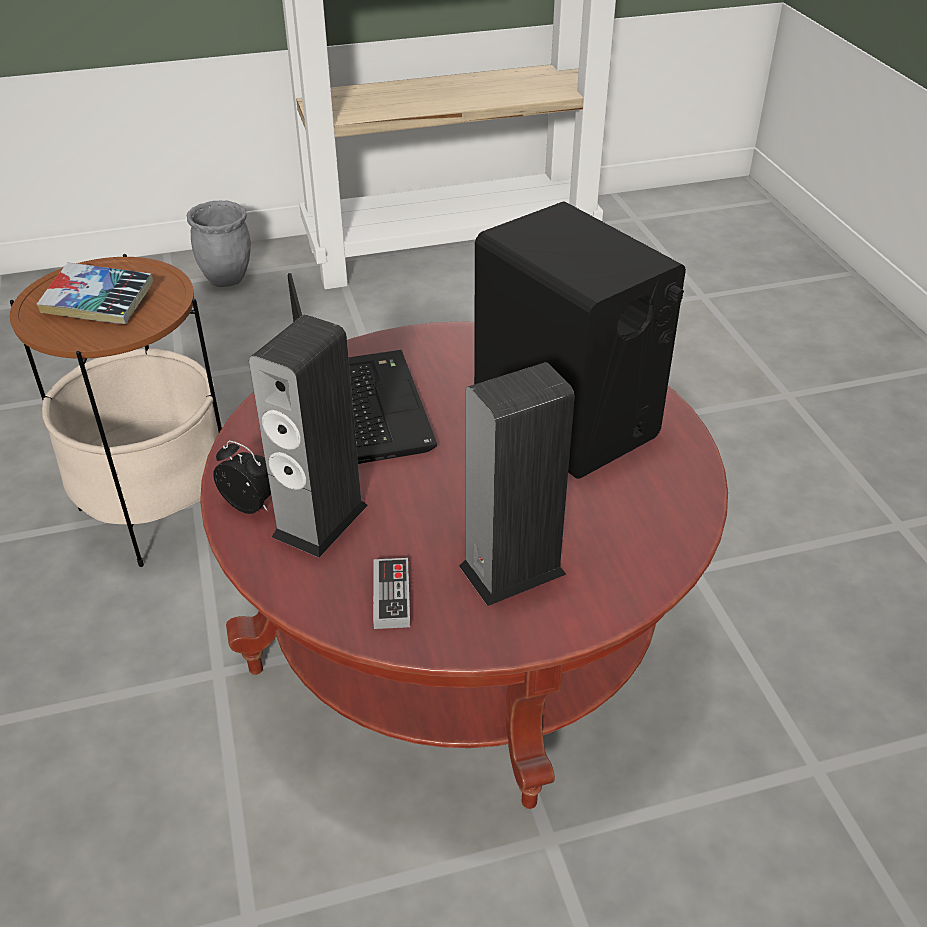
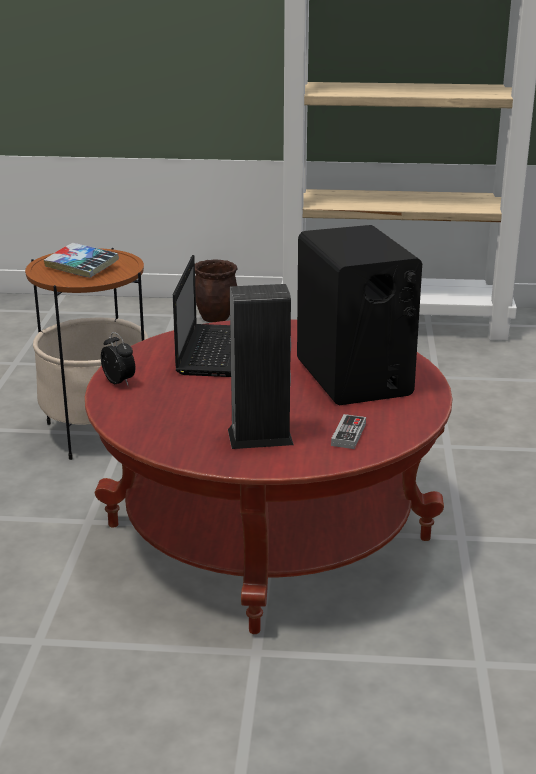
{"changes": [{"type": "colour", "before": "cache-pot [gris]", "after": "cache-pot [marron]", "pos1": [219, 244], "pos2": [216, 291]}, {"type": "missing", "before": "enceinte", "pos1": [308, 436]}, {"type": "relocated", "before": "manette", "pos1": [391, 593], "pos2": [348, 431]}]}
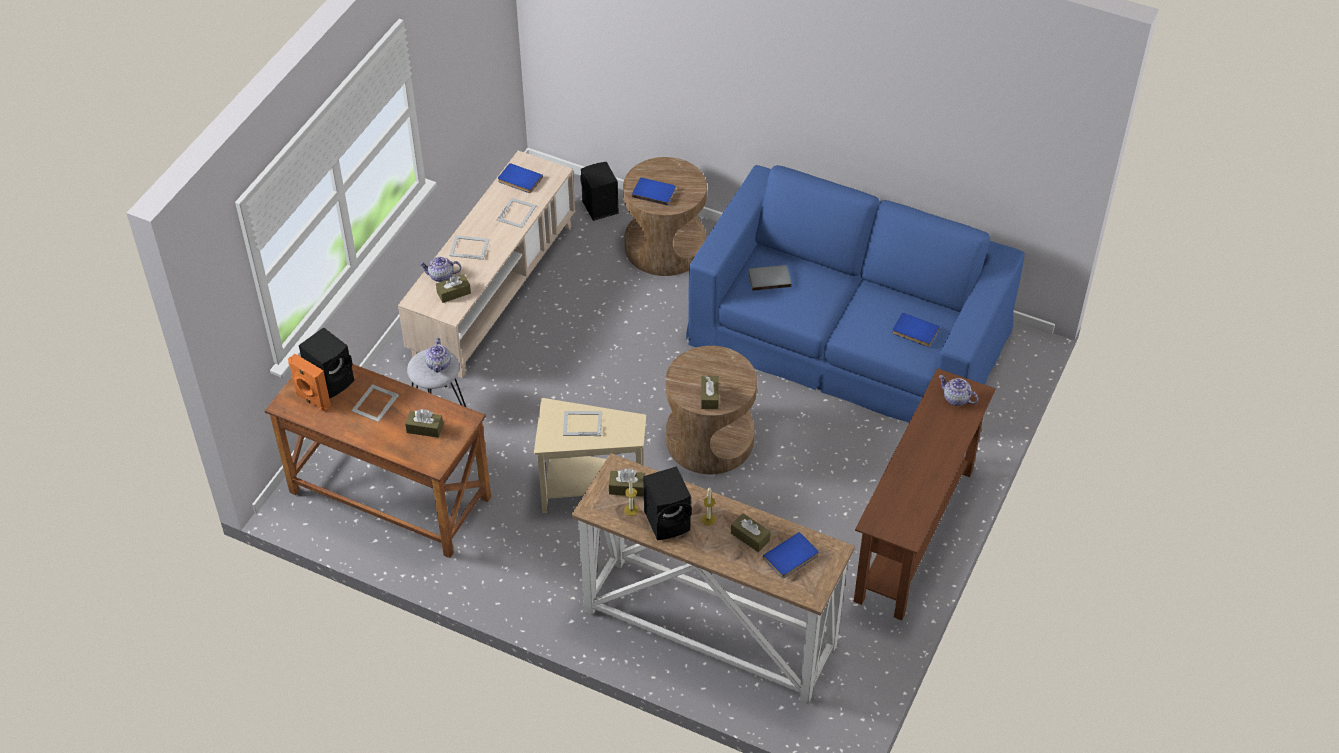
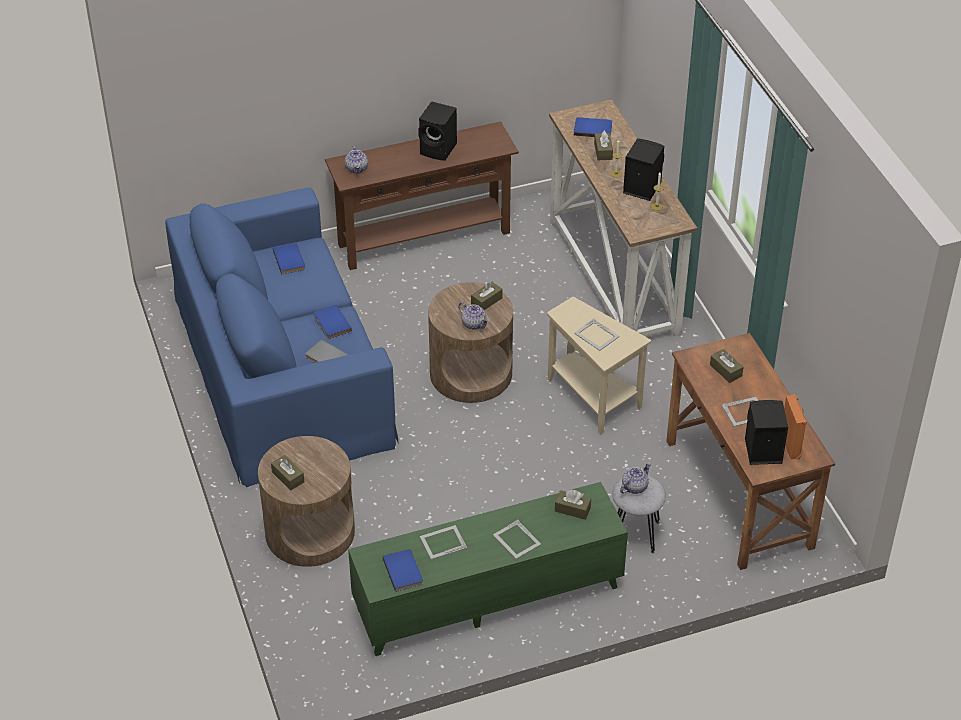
{"changes": [{"type": "colour", "before": "meuble télé [beige]", "after": "meuble télé [vert]", "pos1": [486, 264], "pos2": [488, 569]}, {"type": "relocated", "before": "enceinte [noir]", "pos1": [599, 191], "pos2": [437, 131]}, {"type": "relocated", "before": "livre [bleu]", "pos1": [654, 192], "pos2": [332, 322]}, {"type": "relocated", "before": "théière", "pos1": [440, 269], "pos2": [473, 316]}, {"type": "relocated", "before": "boîte à mouchoirs [marron]", "pos1": [626, 483], "pos2": [287, 472]}]}
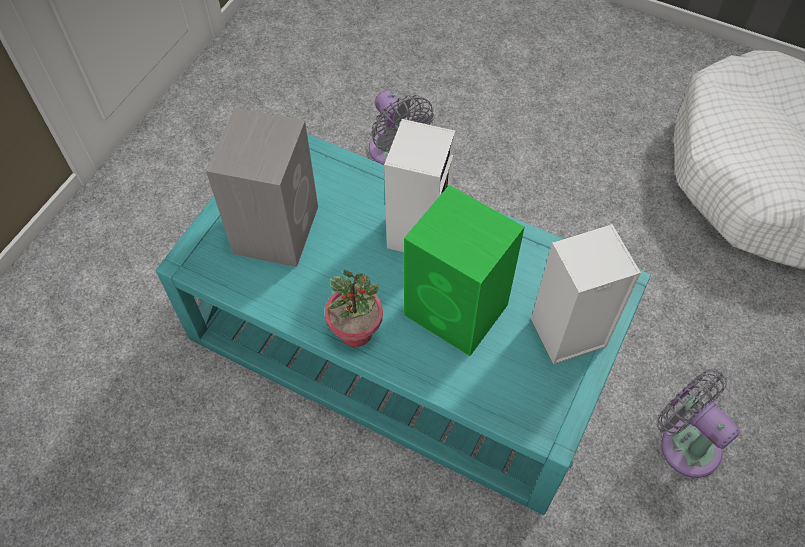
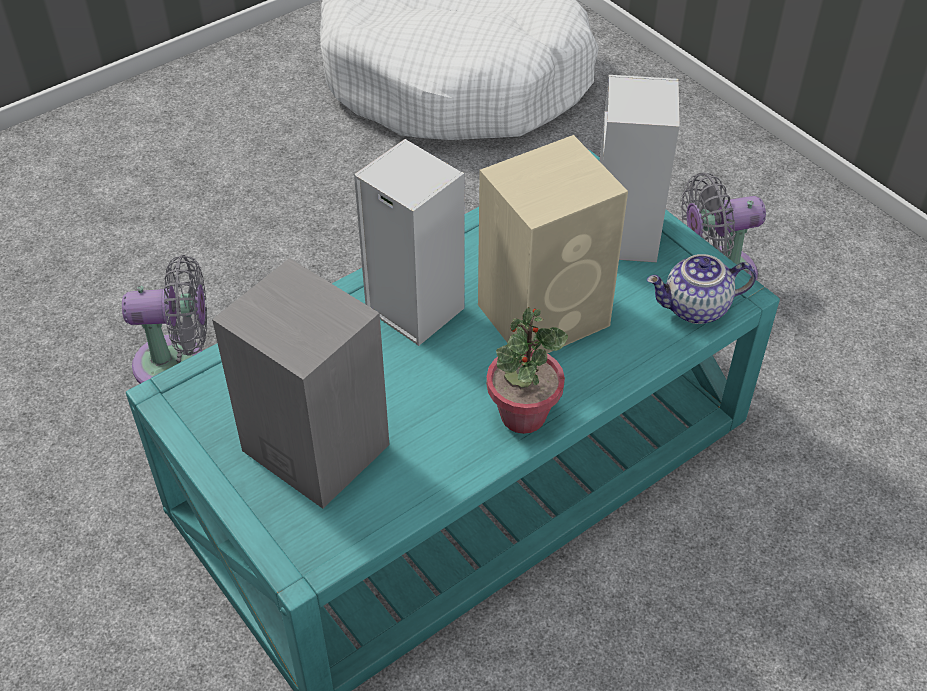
{"changes": [{"type": "colour", "before": "enceinte [vert]", "after": "enceinte [beige]", "pos1": [464, 270], "pos2": [553, 244]}, {"type": "appeared", "after": "théière", "pos2": [701, 289]}]}
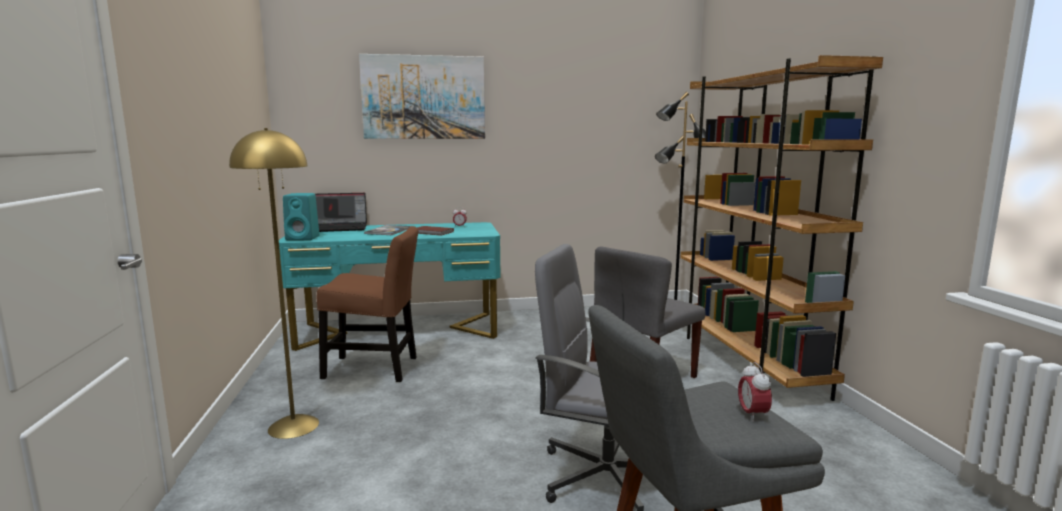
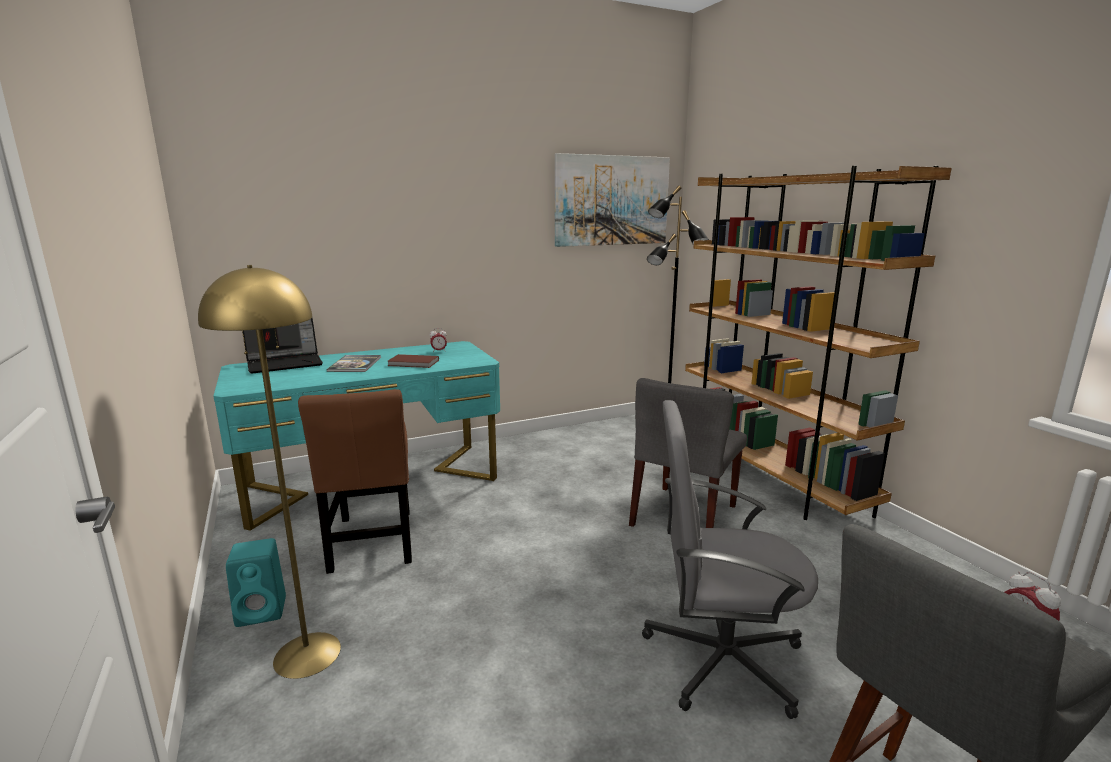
{"changes": [{"type": "relocated", "before": "tableau", "pos1": [422, 96], "pos2": [612, 200]}, {"type": "relocated", "before": "enceinte [turquoise]", "pos1": [301, 216], "pos2": [256, 582]}, {"type": "spun", "before": "chaise [marron]", "pos1": [368, 304], "pos2": [355, 481], "turn": 90}]}
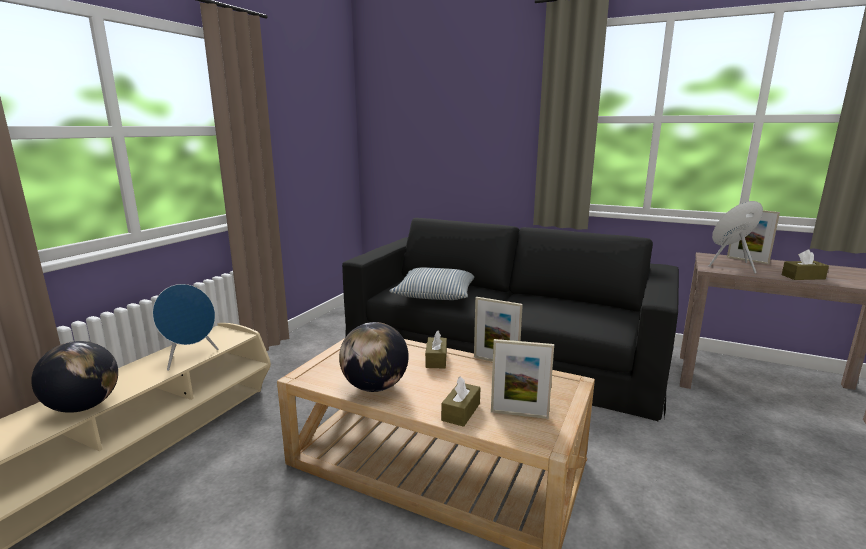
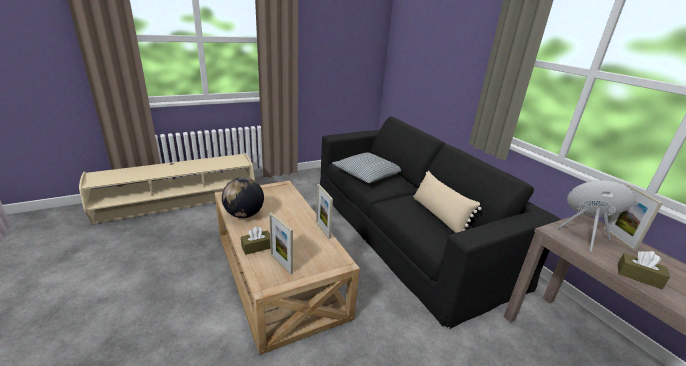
{"changes": [{"type": "missing", "before": "enceinte [bleu]", "pos1": [185, 327]}, {"type": "missing", "before": "boîte à mouchoirs [marron]", "pos1": [436, 349]}, {"type": "missing", "before": "globe", "pos1": [74, 377]}, {"type": "appeared", "after": "coussin [beige]", "pos2": [447, 202]}]}
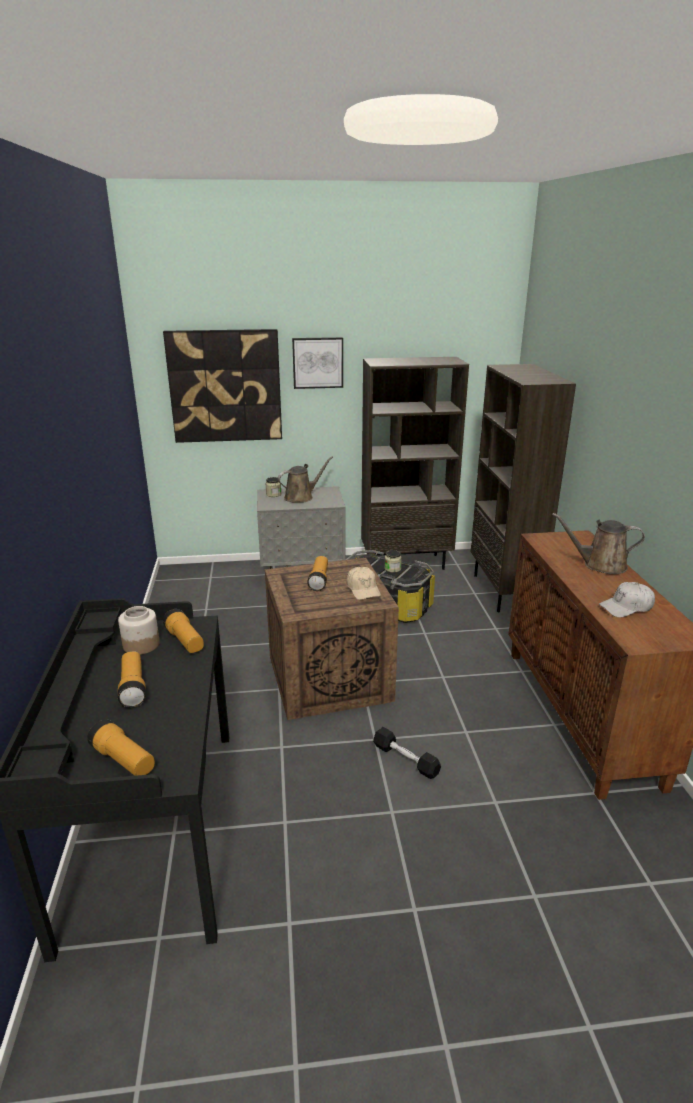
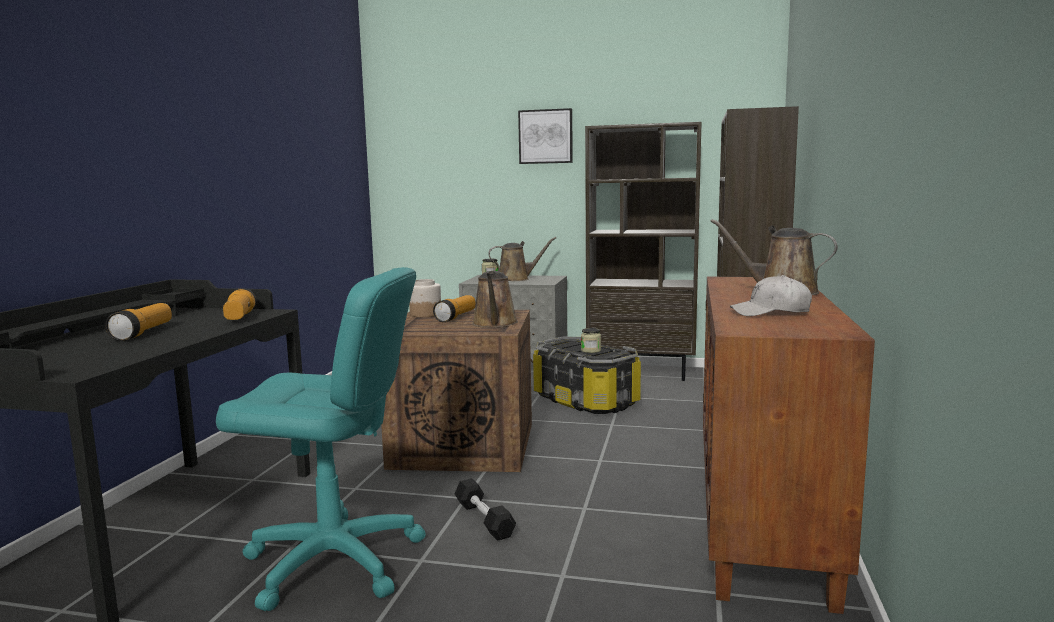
{"changes": [{"type": "missing", "before": "tableau", "pos1": [222, 386]}, {"type": "exchanged", "before": "casquette [beige]", "after": "arrosoir [marron]", "pos1": [364, 583], "pos2": [495, 299]}, {"type": "relocated", "before": "bocal", "pos1": [139, 630], "pos2": [425, 298]}, {"type": "missing", "before": "lampe de poche", "pos1": [121, 747]}, {"type": "appeared", "after": "chaise de bureau [turquoise]", "pos2": [321, 439]}]}
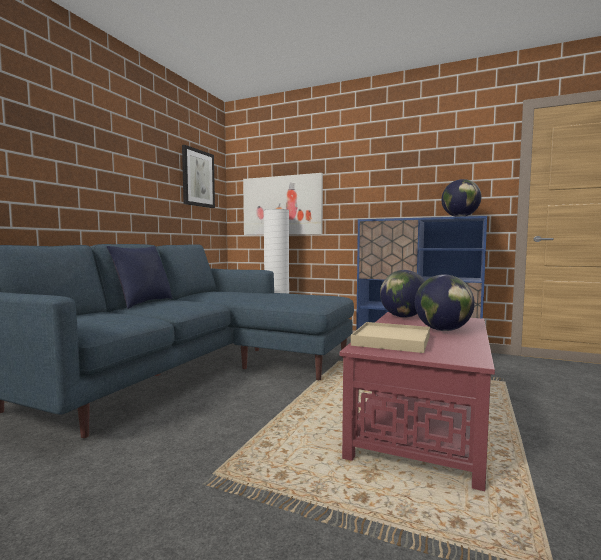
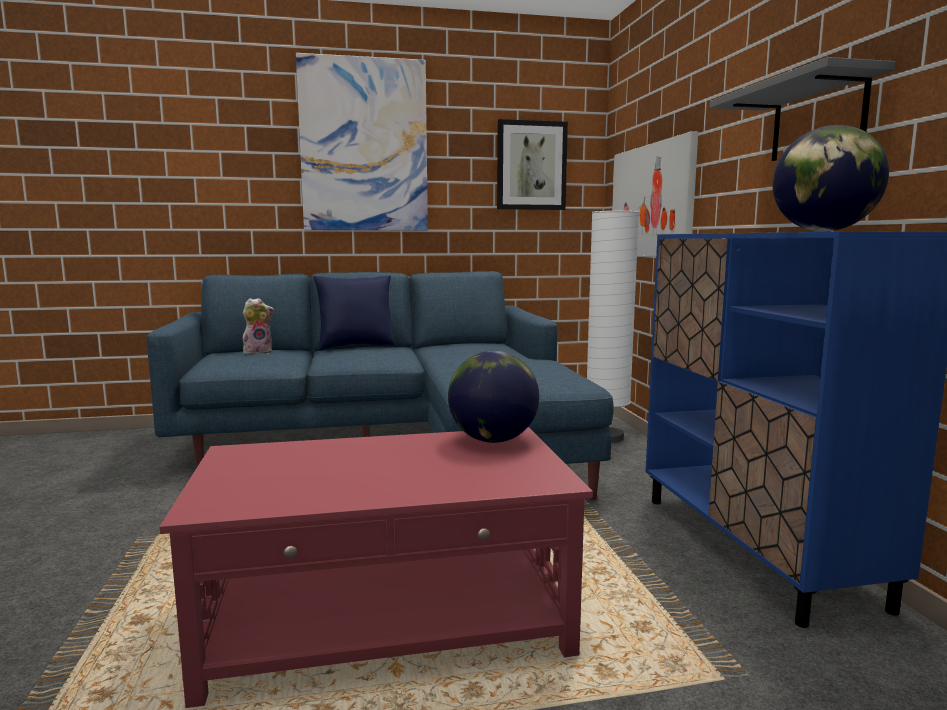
{"changes": [{"type": "missing", "before": "globe", "pos1": [445, 302]}, {"type": "missing", "before": "plateau [beige]", "pos1": [390, 337]}, {"type": "appeared", "after": "tableau", "pos2": [362, 141]}, {"type": "appeared", "after": "étagère [gris]", "pos2": [802, 109]}, {"type": "appeared", "after": "peluche", "pos2": [258, 326]}]}
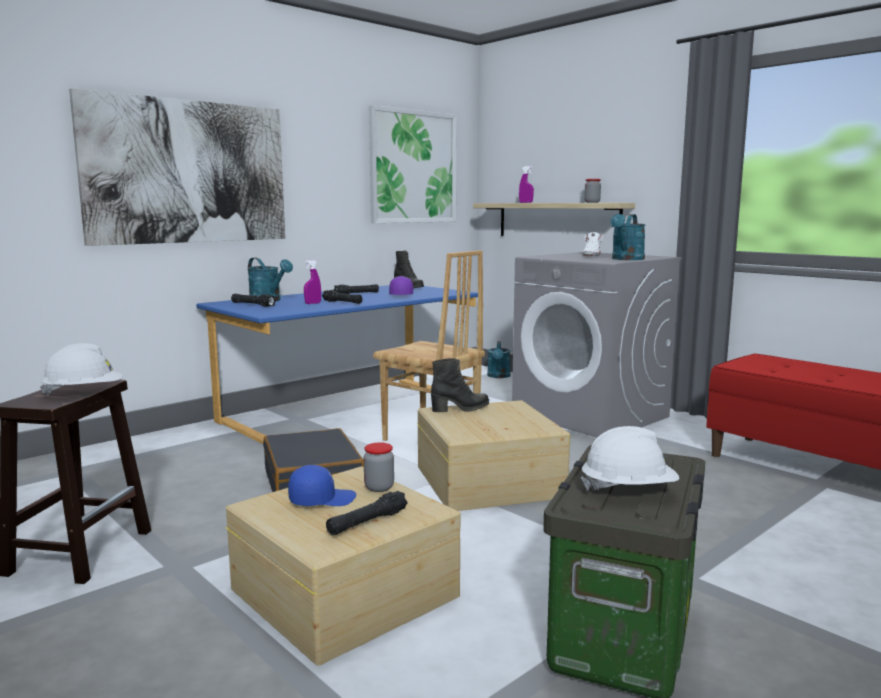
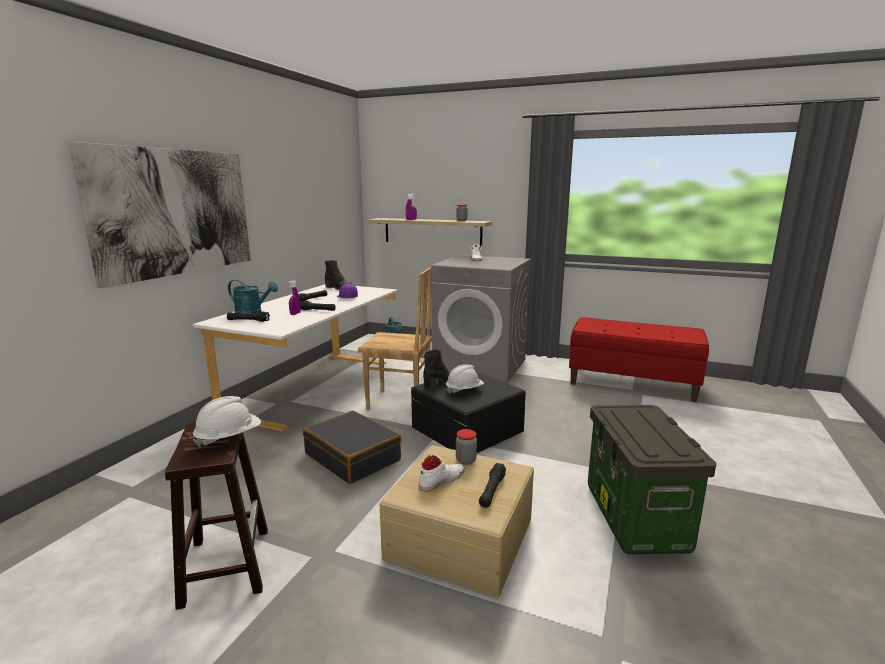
{"changes": [{"type": "missing", "before": "tableau", "pos1": [413, 164]}, {"type": "missing", "before": "arrosoir [turquoise]", "pos1": [627, 237]}, {"type": "colour", "before": "bureau [bleu]", "after": "bureau [blanc]", "pos1": [337, 364], "pos2": [295, 357]}, {"type": "colour", "before": "boîte de rangement [beige]", "after": "boîte de rangement [noir]", "pos1": [493, 455], "pos2": [468, 412]}, {"type": "relocated", "before": "casque de chantier [blanc]", "pos1": [630, 458], "pos2": [465, 379]}, {"type": "exchanged", "before": "casquette [bleu]", "after": "chaussure [blanc]", "pos1": [322, 485], "pos2": [442, 473]}]}
